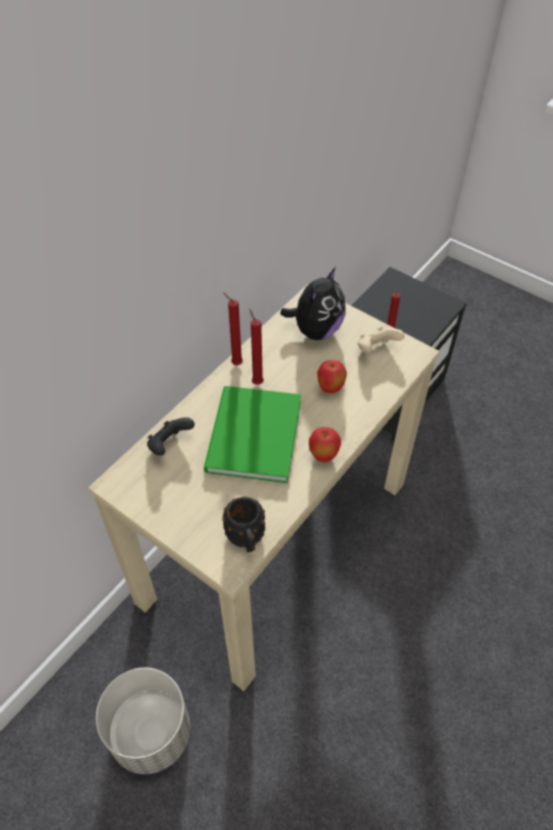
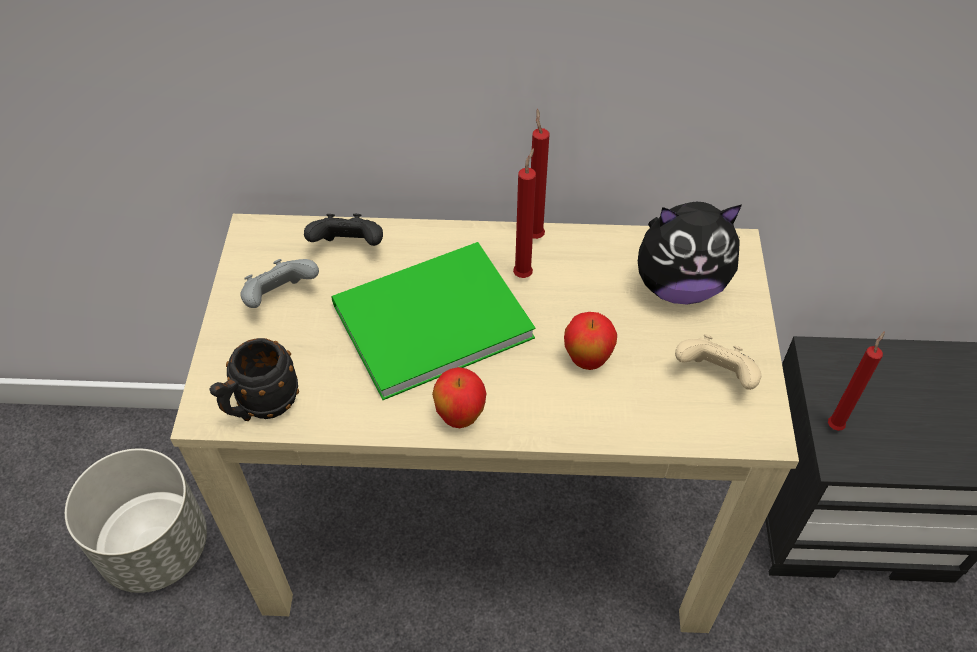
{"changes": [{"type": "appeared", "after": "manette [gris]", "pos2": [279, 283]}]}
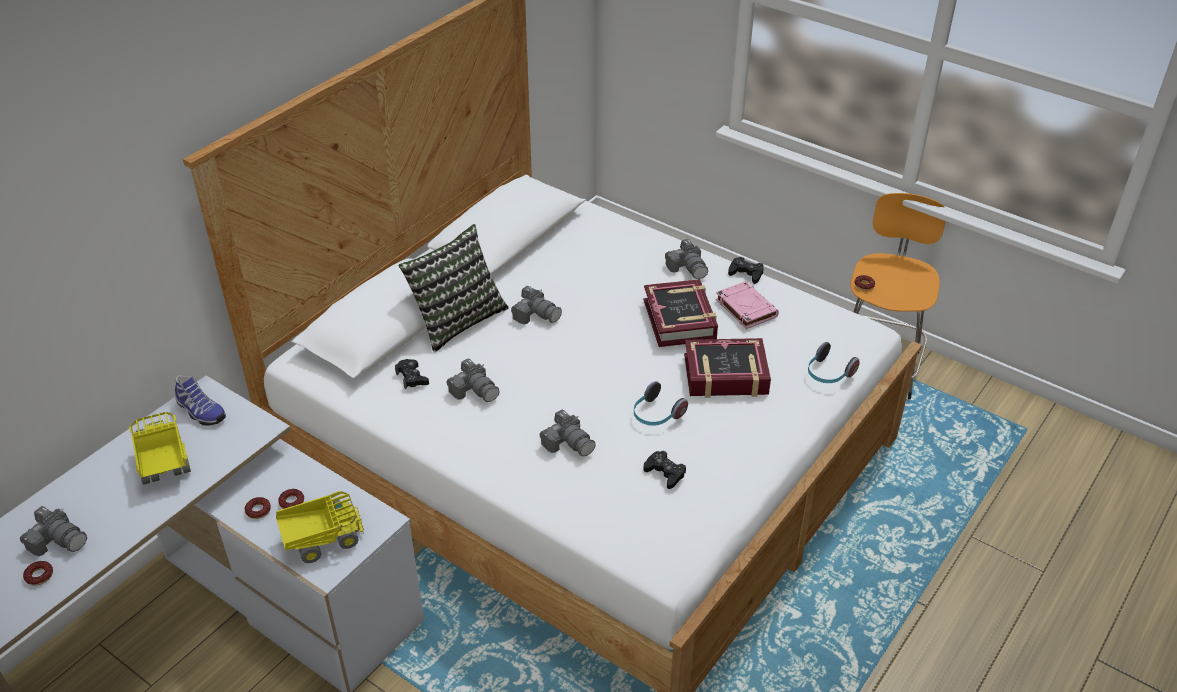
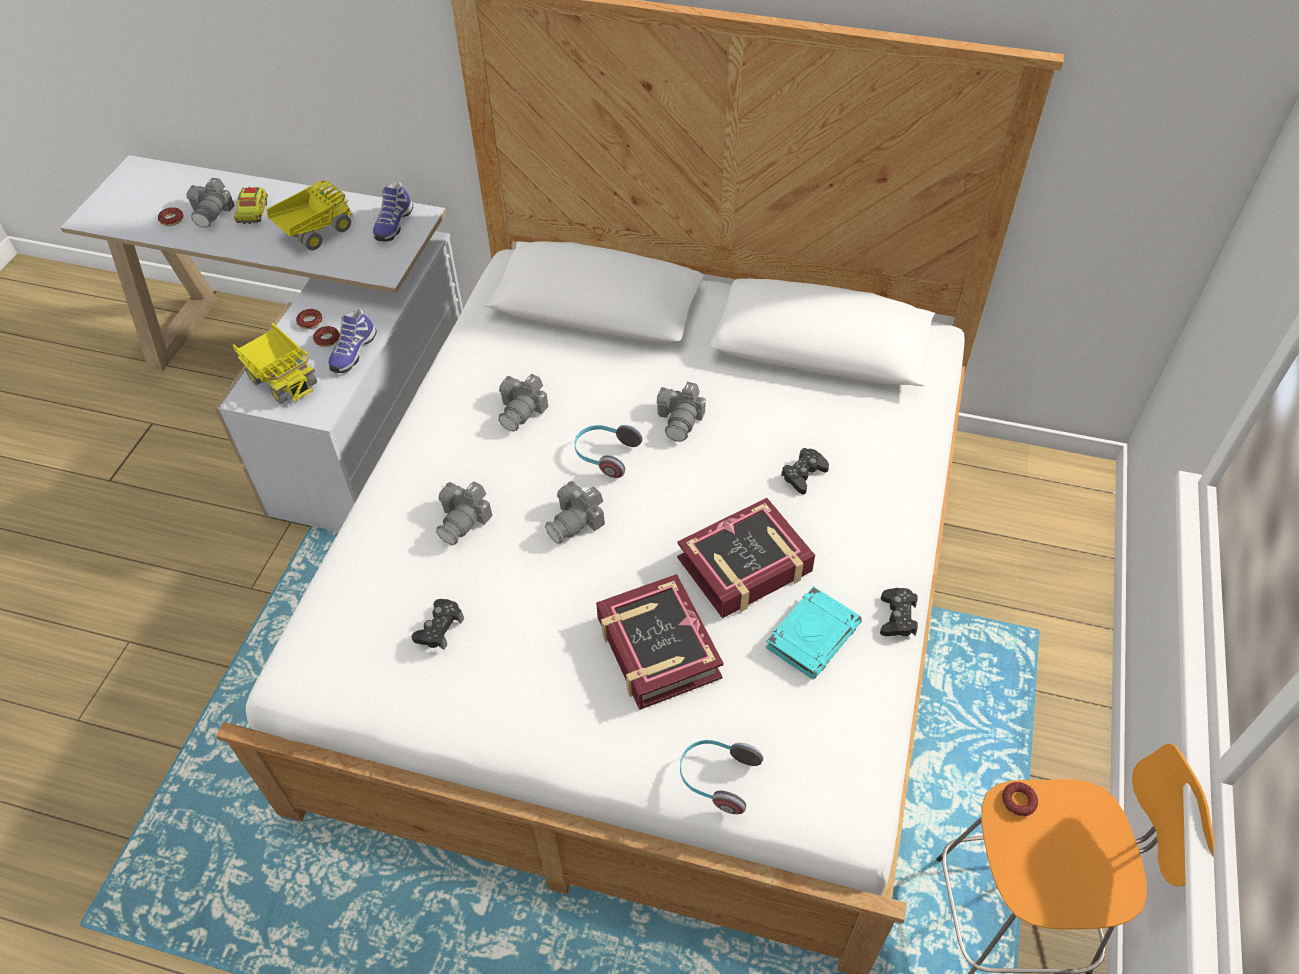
{"changes": [{"type": "missing", "before": "coussin", "pos1": [454, 288]}, {"type": "relocated", "before": "appareil photo", "pos1": [686, 259], "pos2": [575, 512]}, {"type": "colour", "before": "livre [rose]", "after": "livre [turquoise]", "pos1": [747, 305], "pos2": [813, 632]}, {"type": "relocated", "before": "manette [noir]", "pos1": [412, 374], "pos2": [805, 471]}, {"type": "relocated", "before": "casque audio", "pos1": [661, 403], "pos2": [608, 451]}, {"type": "appeared", "after": "camion jouet", "pos2": [251, 205]}, {"type": "appeared", "after": "chaussure", "pos2": [352, 340]}]}
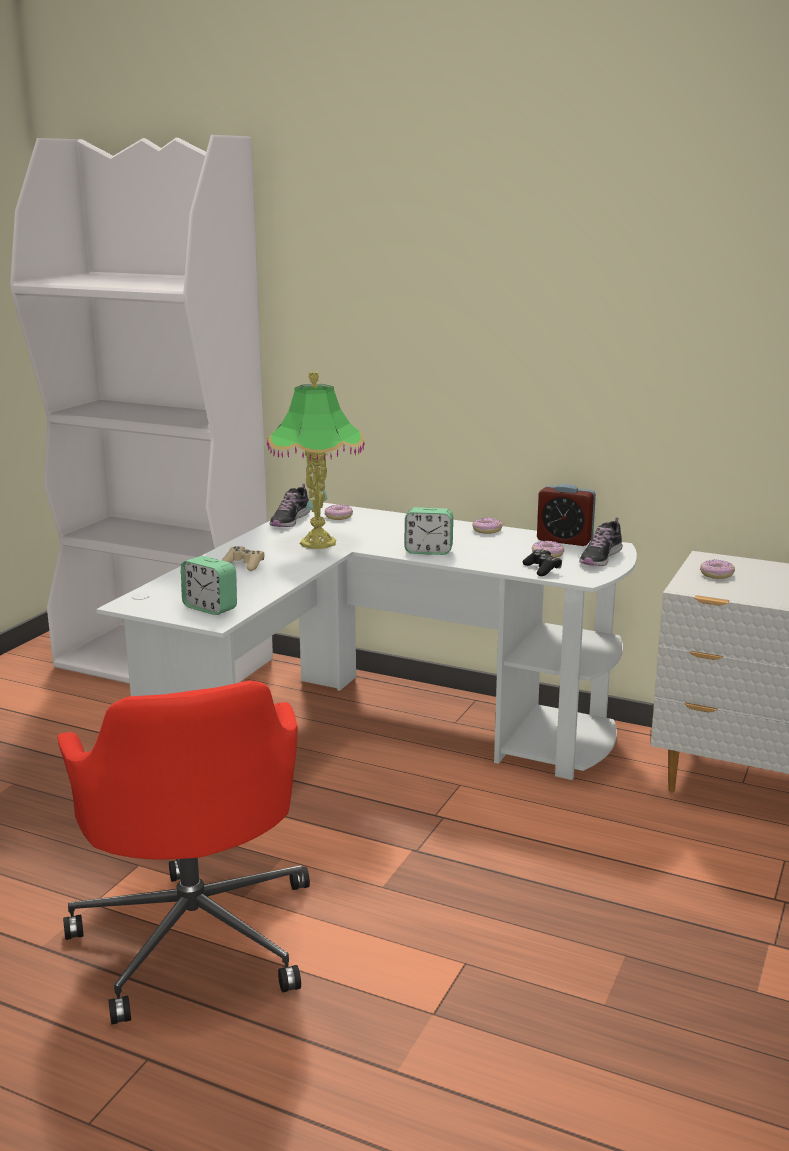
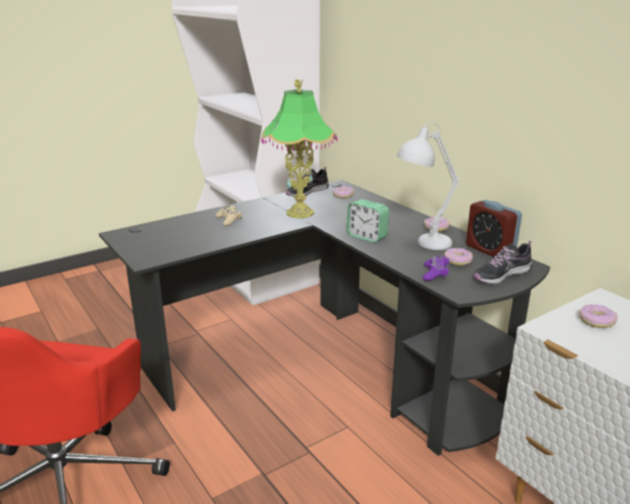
{"changes": [{"type": "colour", "before": "bureau [blanc]", "after": "bureau [noir]", "pos1": [366, 641], "pos2": [324, 318]}, {"type": "colour", "before": "manette [noir]", "after": "manette [violet]", "pos1": [542, 562], "pos2": [436, 268]}, {"type": "missing", "before": "réveil", "pos1": [209, 585]}, {"type": "appeared", "after": "lampe de table [blanc]", "pos2": [428, 186]}]}
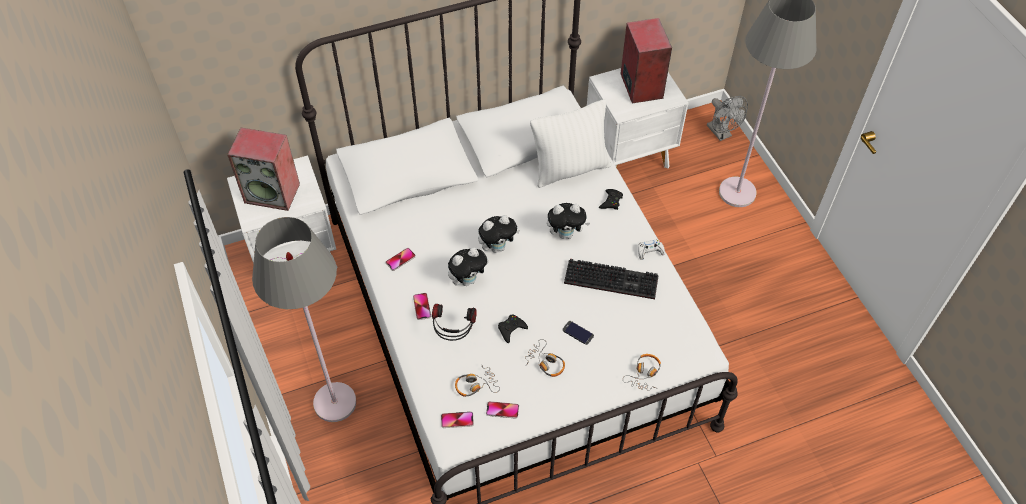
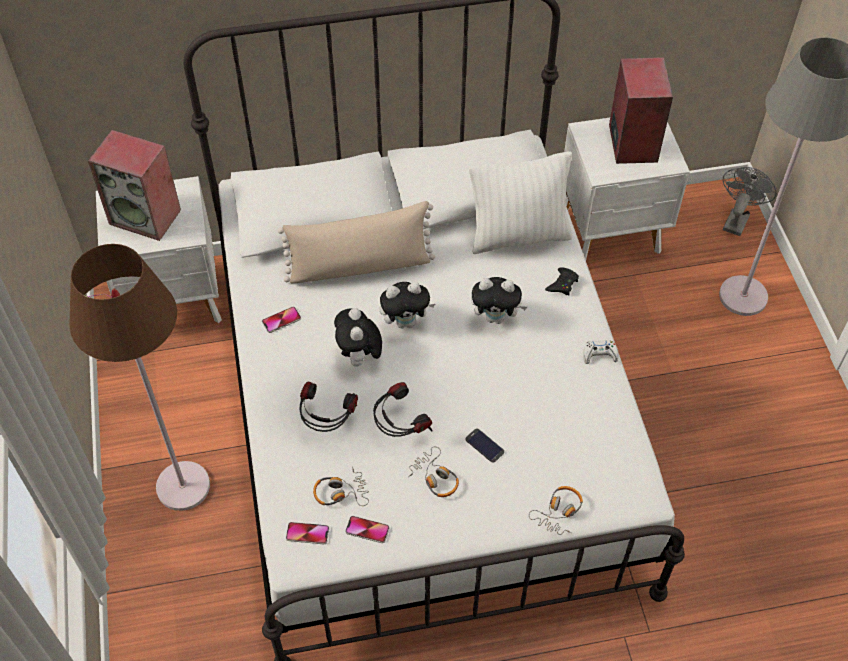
{"changes": [{"type": "spun", "before": "ventilateur [gris]", "pos1": [727, 118], "pos2": [750, 201], "turn": -135}, {"type": "colour", "before": "lampadaire [gris]", "after": "lampadaire [marron]", "pos1": [304, 319], "pos2": [139, 377]}, {"type": "spun", "before": "peluche", "pos1": [468, 266], "pos2": [358, 337], "turn": 105}, {"type": "missing", "before": "clavier", "pos1": [611, 279]}, {"type": "missing", "before": "téléphone", "pos1": [422, 306]}, {"type": "exchanged", "before": "manette [noir]", "after": "casque audio", "pos1": [513, 328], "pos2": [403, 409]}, {"type": "appeared", "after": "coussin [beige]", "pos2": [356, 242]}]}
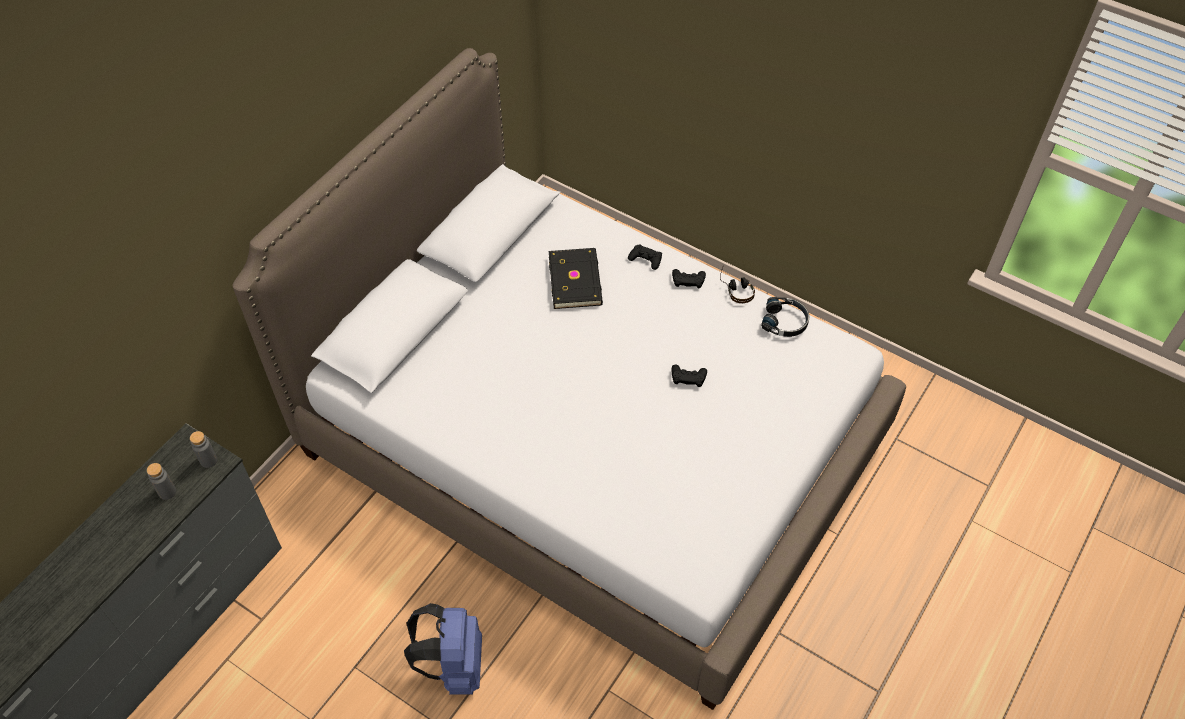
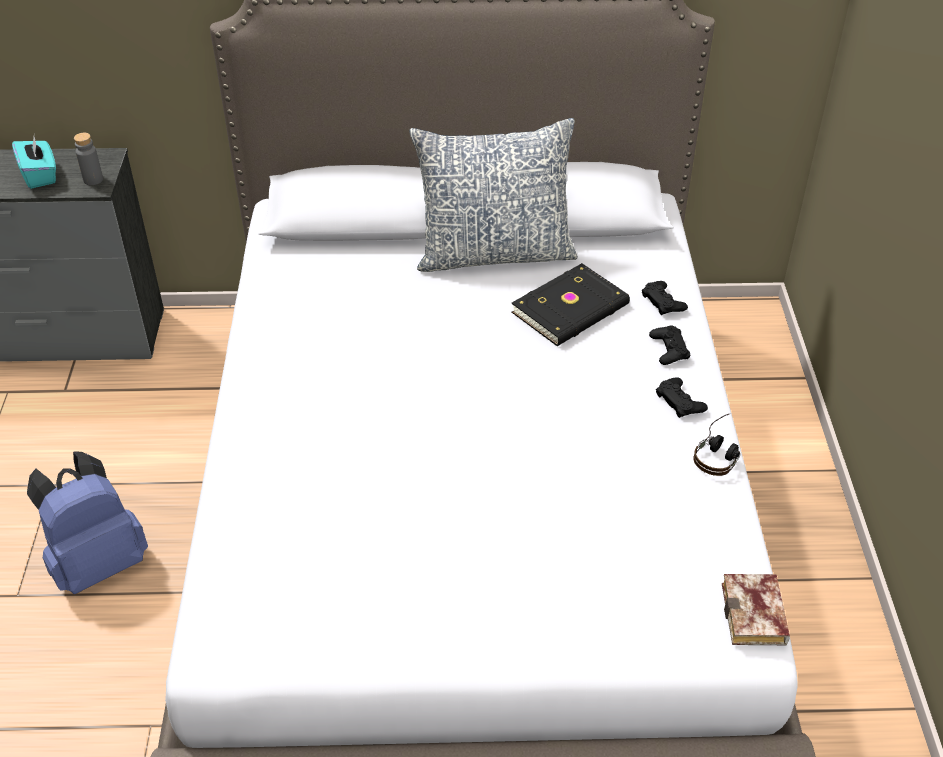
{"changes": [{"type": "missing", "before": "casque audio [noir]", "pos1": [785, 317]}, {"type": "relocated", "before": "manette [noir]", "pos1": [689, 376], "pos2": [665, 298]}, {"type": "exchanged", "before": "bouteille [gris]", "after": "boîte à mouchoirs [turquoise]", "pos1": [161, 481], "pos2": [34, 163]}, {"type": "appeared", "after": "coussin", "pos2": [493, 195]}, {"type": "appeared", "after": "livre", "pos2": [756, 609]}]}
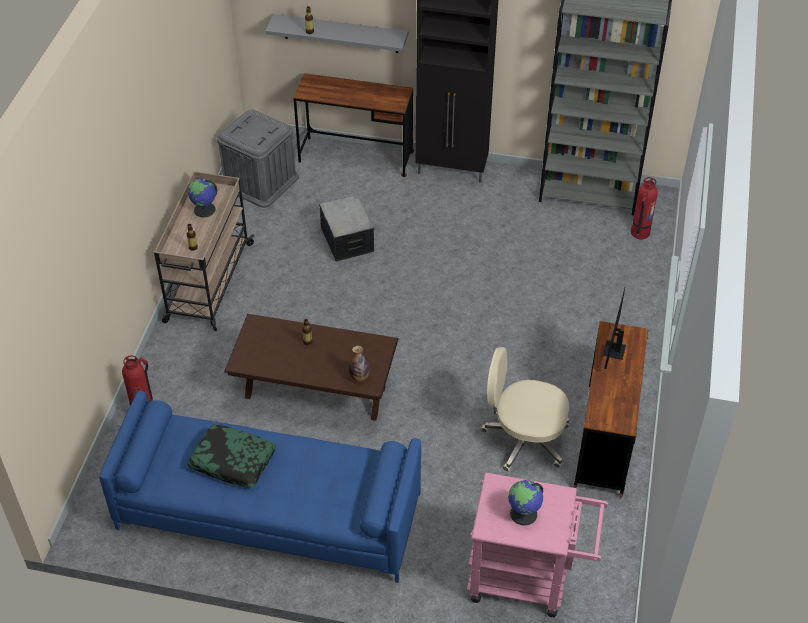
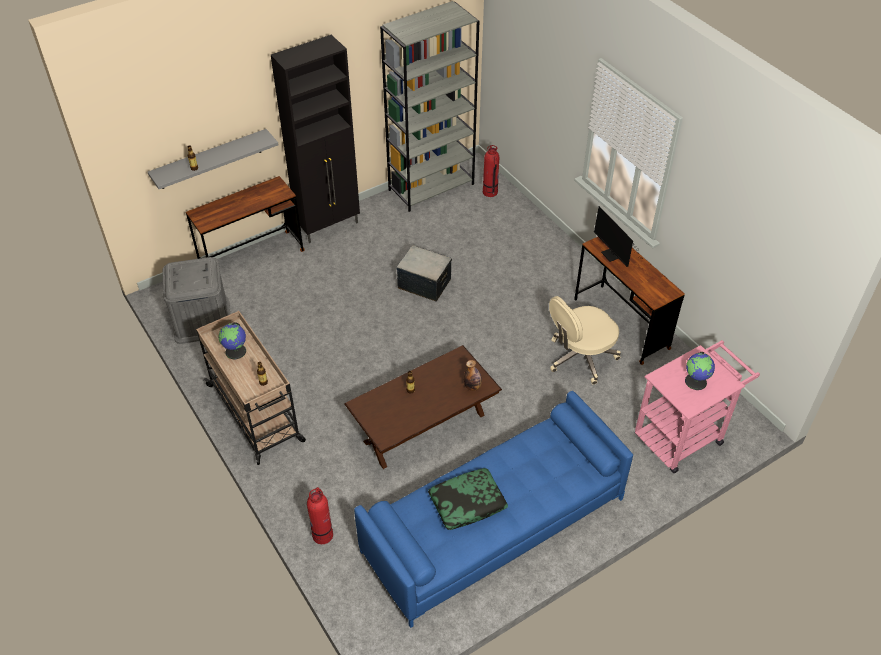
{"changes": [{"type": "relocated", "before": "boîte de rangement", "pos1": [346, 228], "pos2": [424, 273]}]}
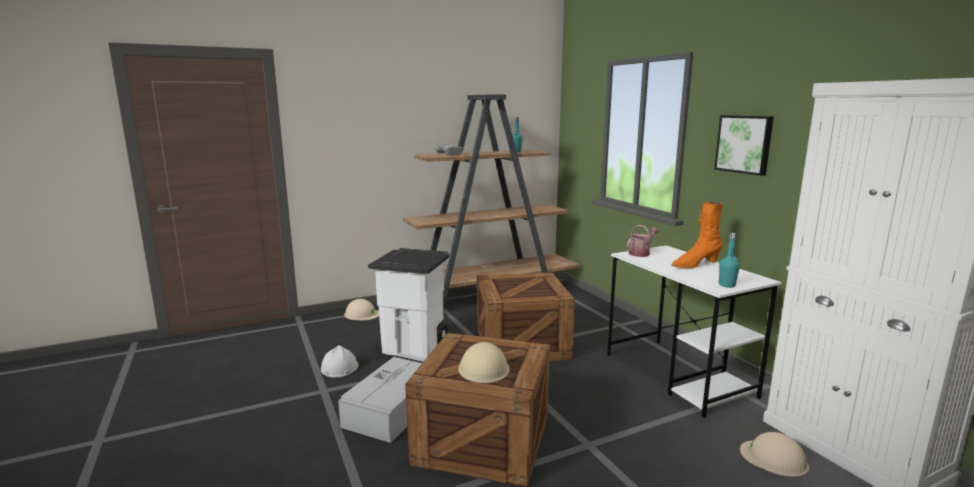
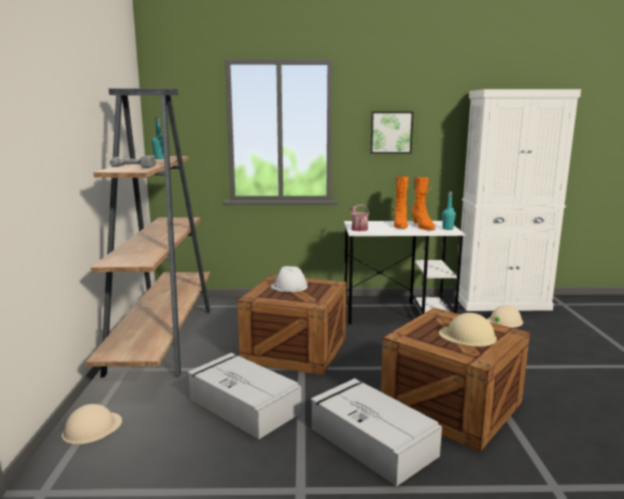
{"changes": [{"type": "exchanged", "before": "poubelle [blanc]", "after": "boîte de rangement [gris]", "pos1": [408, 303], "pos2": [244, 396]}, {"type": "relocated", "before": "casque de chantier [blanc]", "pos1": [340, 361], "pos2": [289, 279]}, {"type": "appeared", "after": "botte [orange]", "pos2": [423, 203]}]}
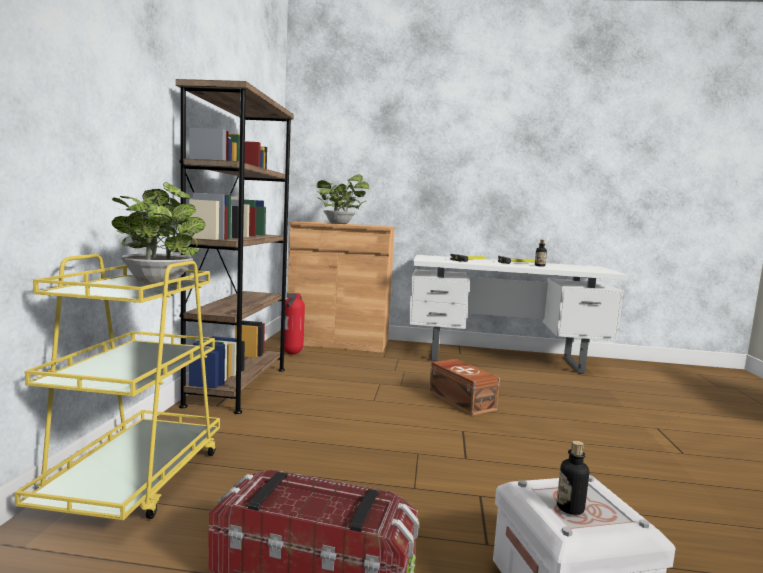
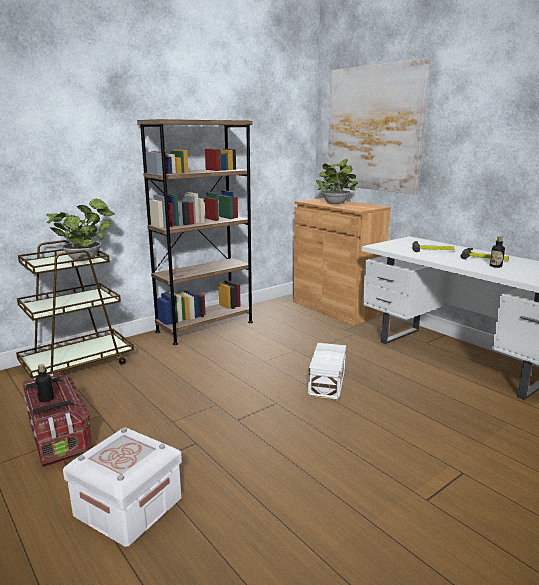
{"changes": [{"type": "colour", "before": "chariot [jaune]", "after": "chariot [marron]", "pos1": [117, 387], "pos2": [75, 309]}, {"type": "missing", "before": "extincteur", "pos1": [294, 324]}, {"type": "colour", "before": "boîte de rangement [marron]", "after": "boîte de rangement [blanc]", "pos1": [464, 387], "pos2": [327, 371]}, {"type": "relocated", "before": "bouteille", "pos1": [573, 478], "pos2": [44, 383]}, {"type": "appeared", "after": "tableau", "pos2": [379, 126]}]}
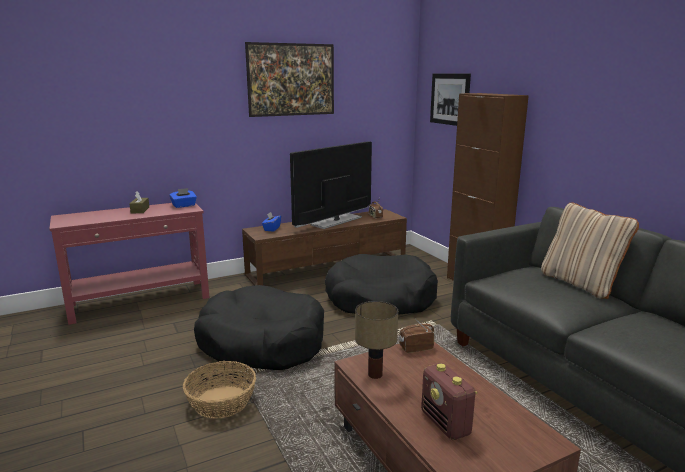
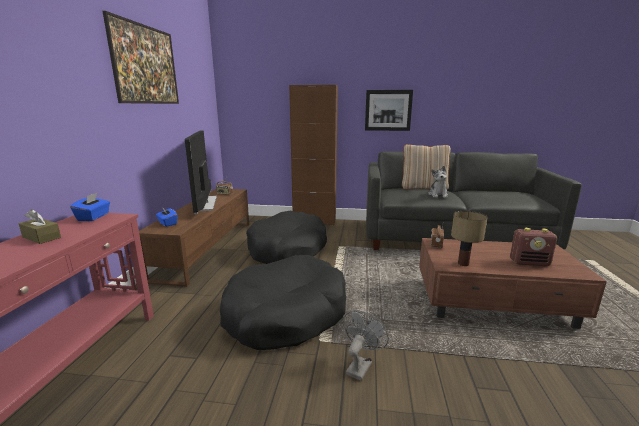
{"changes": [{"type": "relocated", "before": "tableau", "pos1": [450, 100], "pos2": [389, 110]}, {"type": "exchanged", "before": "panier", "after": "ventilateur [gris]", "pos1": [219, 390], "pos2": [366, 345]}, {"type": "appeared", "after": "peluche", "pos2": [438, 182]}]}
